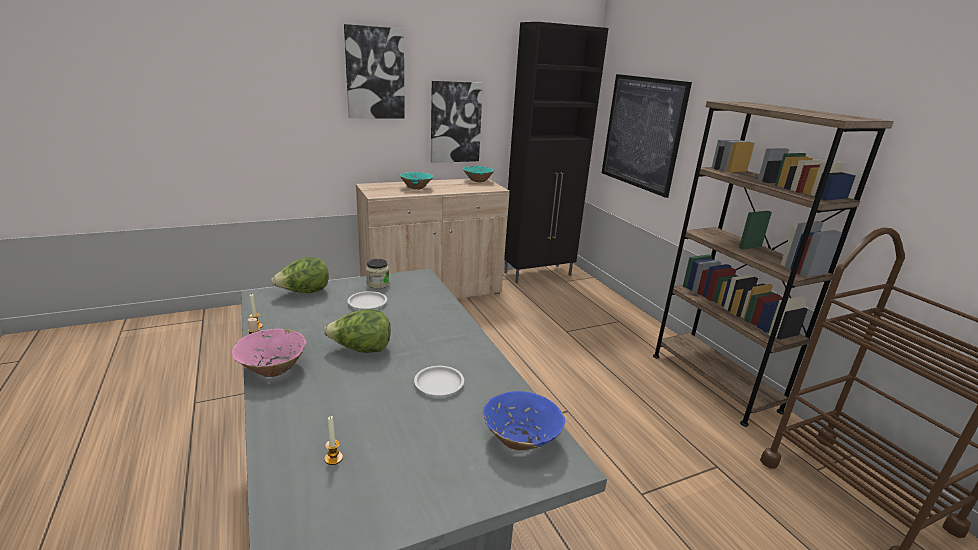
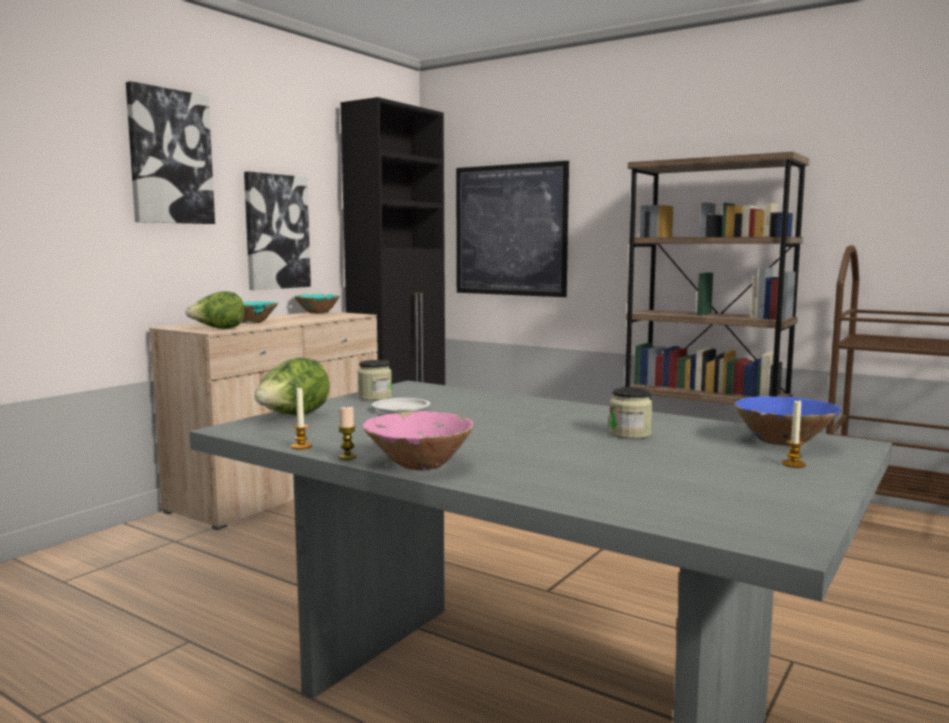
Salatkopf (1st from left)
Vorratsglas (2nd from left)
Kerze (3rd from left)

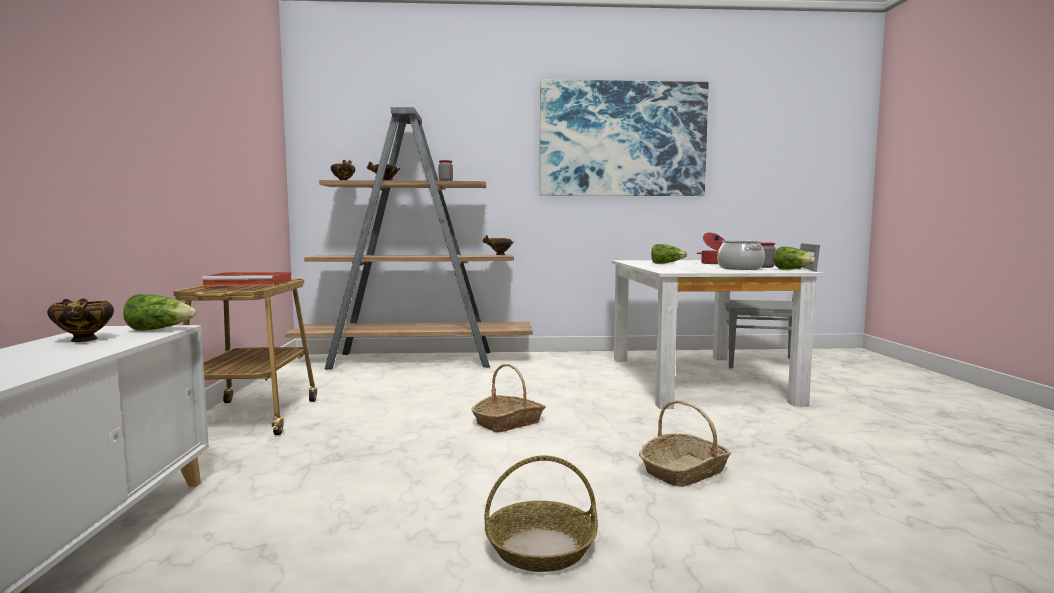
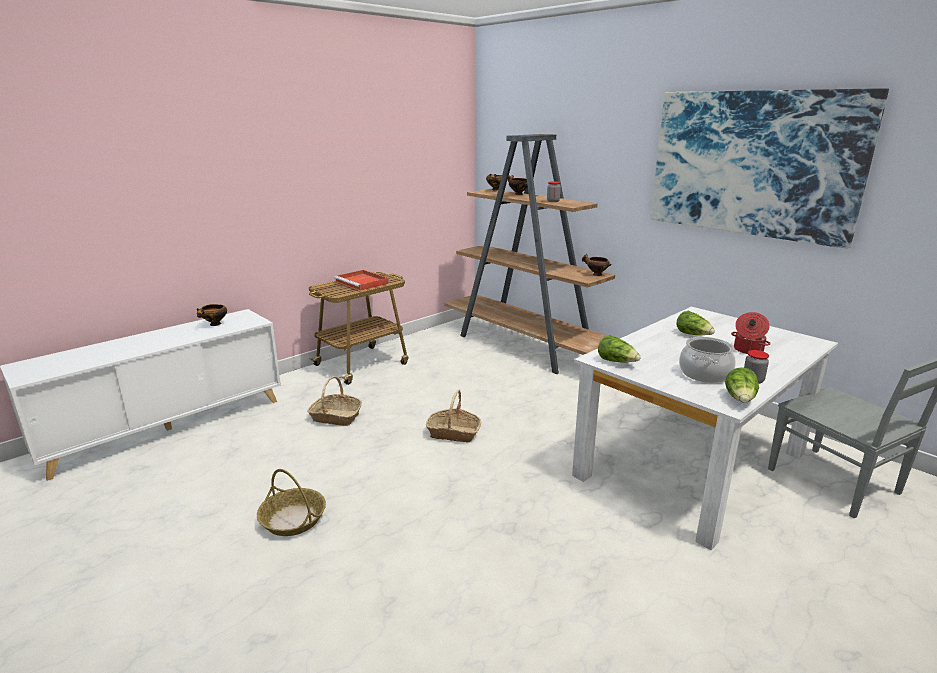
Korb (2nd from left)
Salatkopf (1st from left)

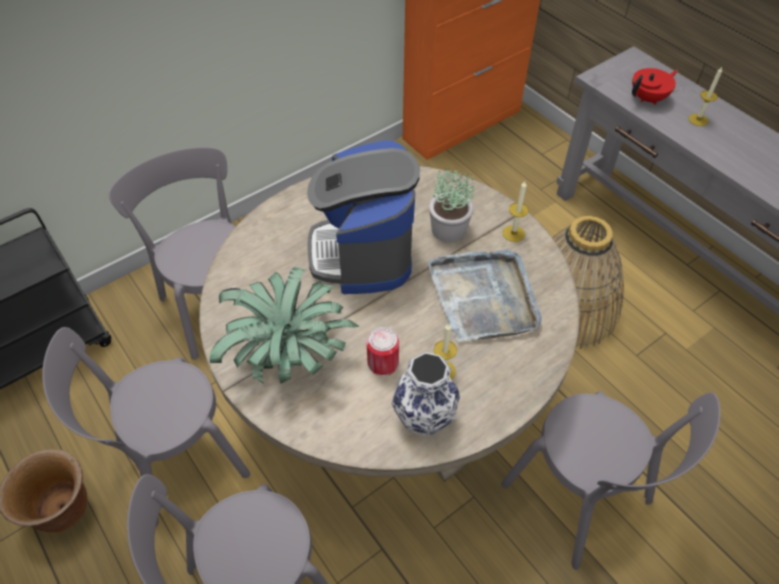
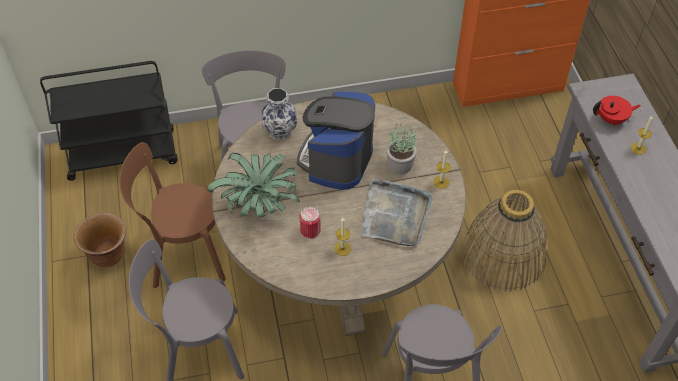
Stuhl (braun)
Vase

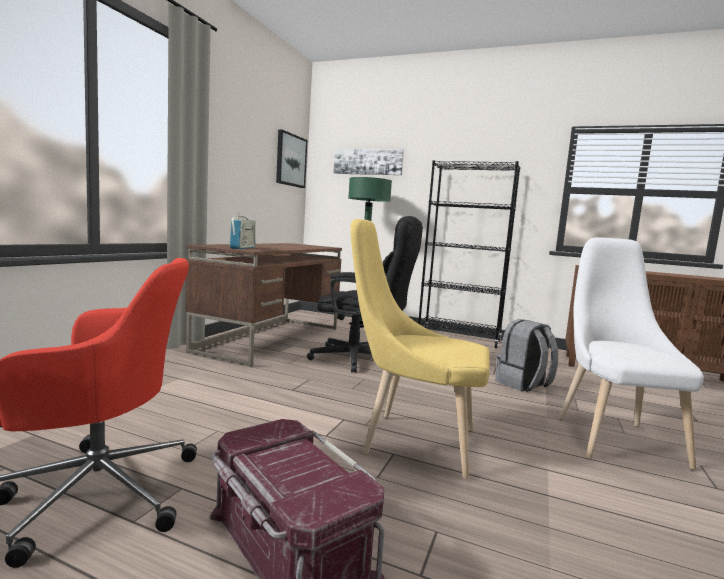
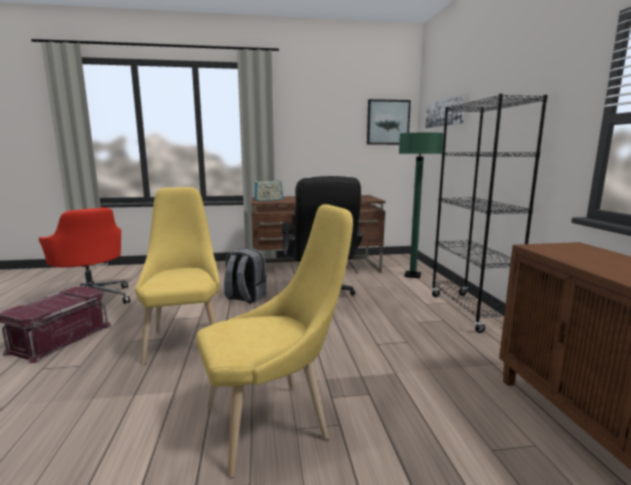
Stuhl (gelb) (2nd from left)
Rucksack (grau)

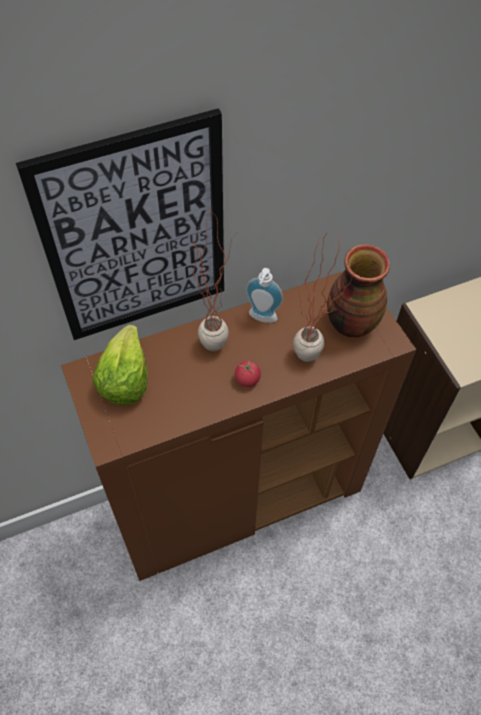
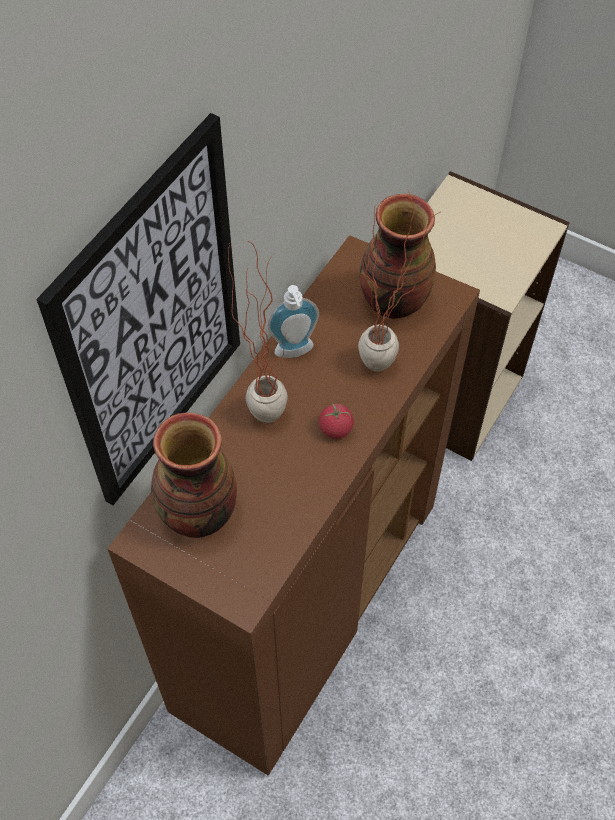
Vase (1st from left)

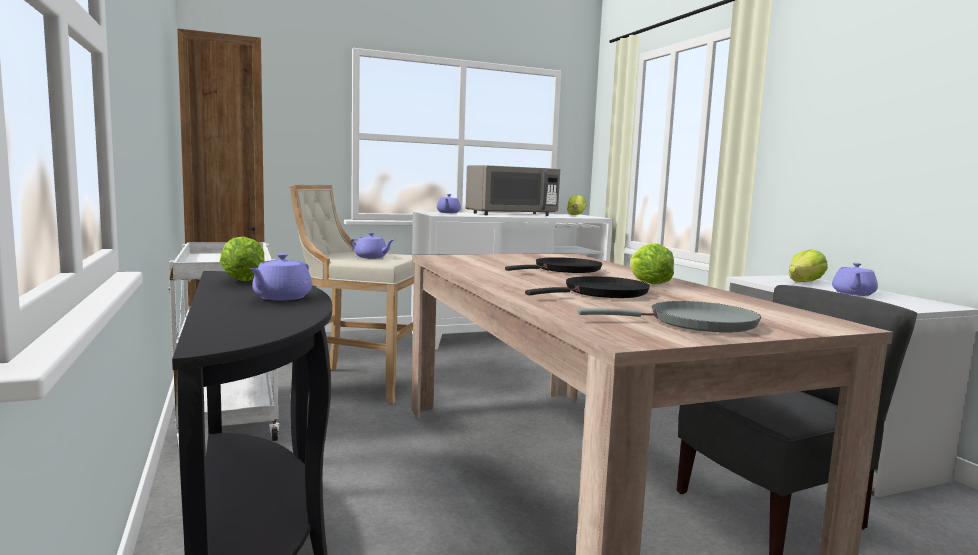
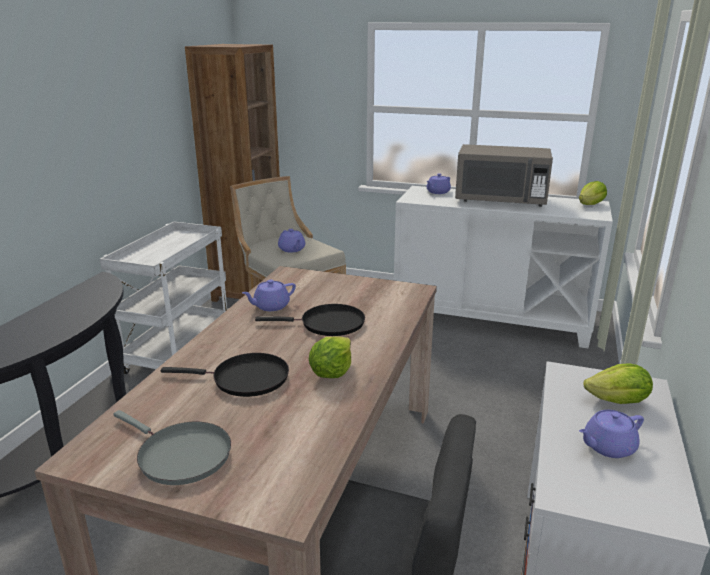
Teekanne (lila) (1st from left)
Salatkopf (1st from left in the first image)

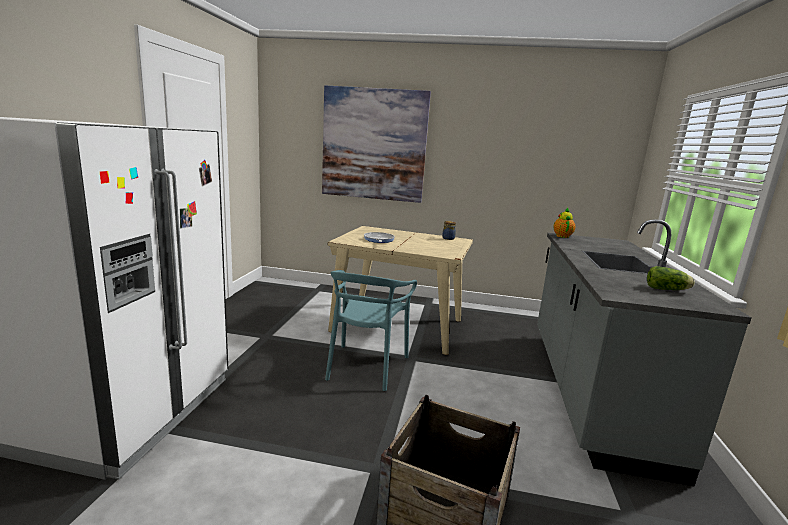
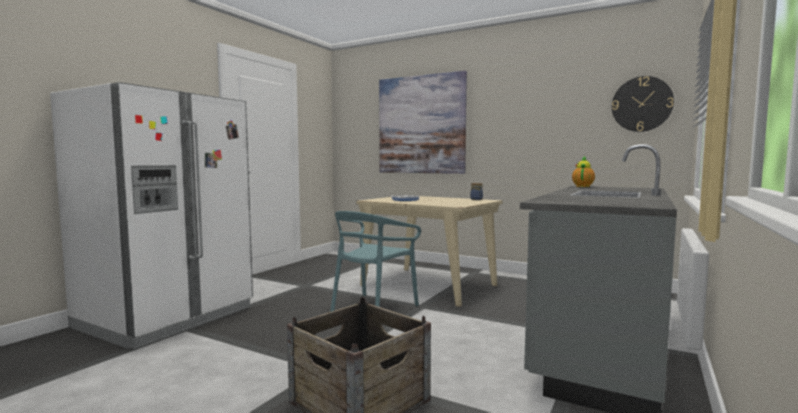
Wanduhr
Salatkopf

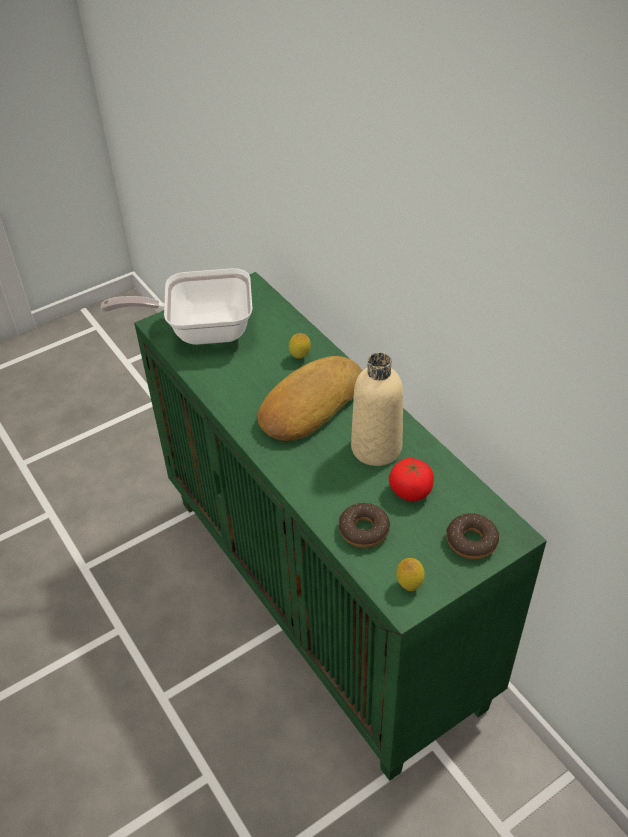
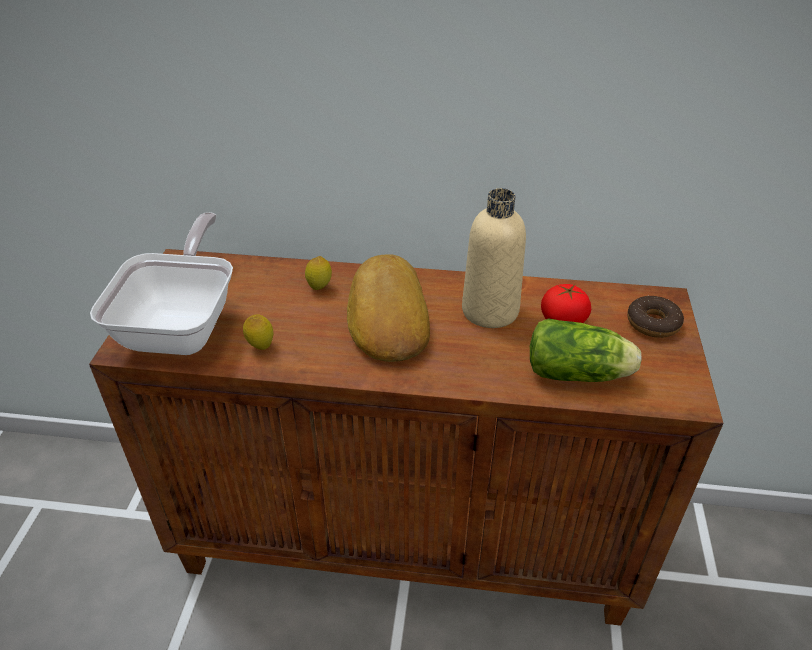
Schrank (braun)
Pfanne
Zitrone (1st from left)
Salatkopf

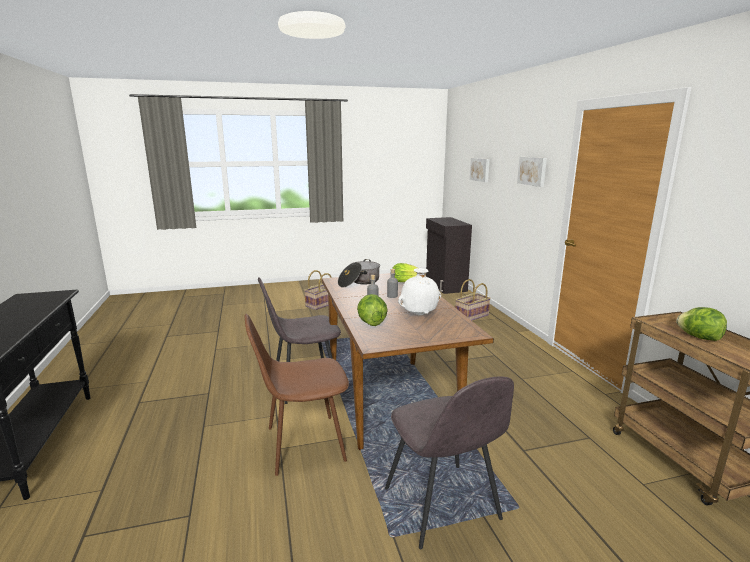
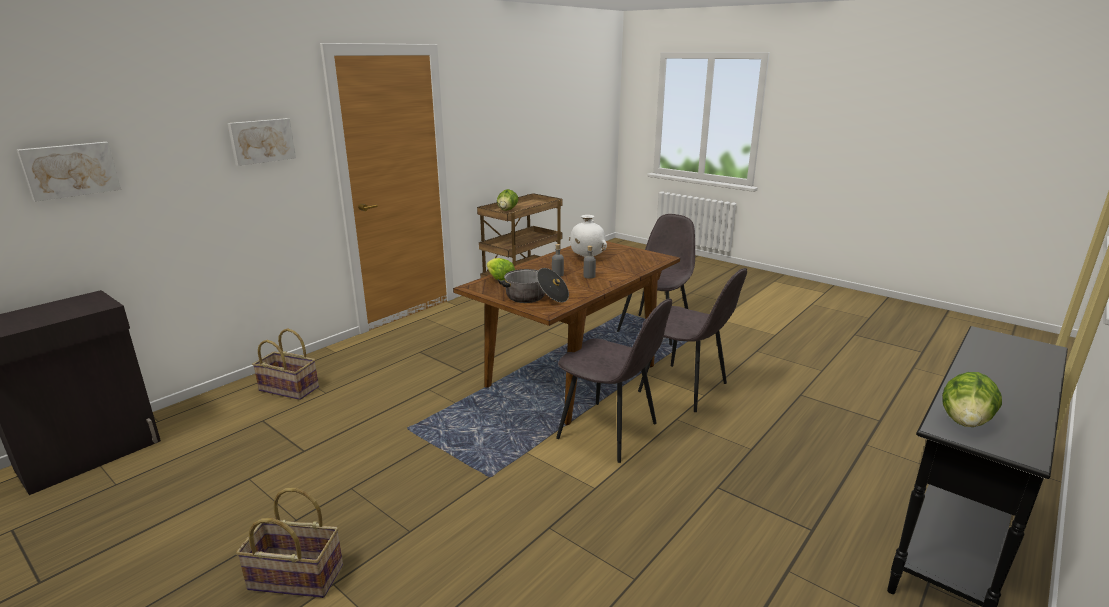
Stuhl (grau) (3rd from left)
Salatkopf (3rd from left)

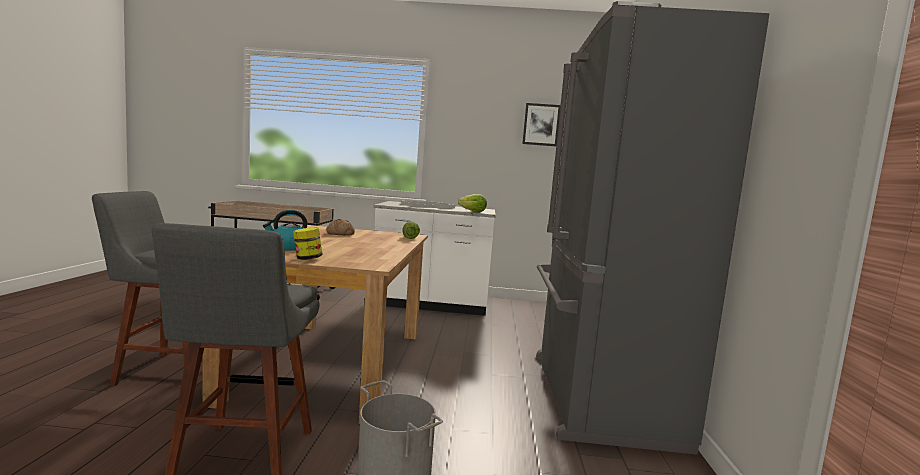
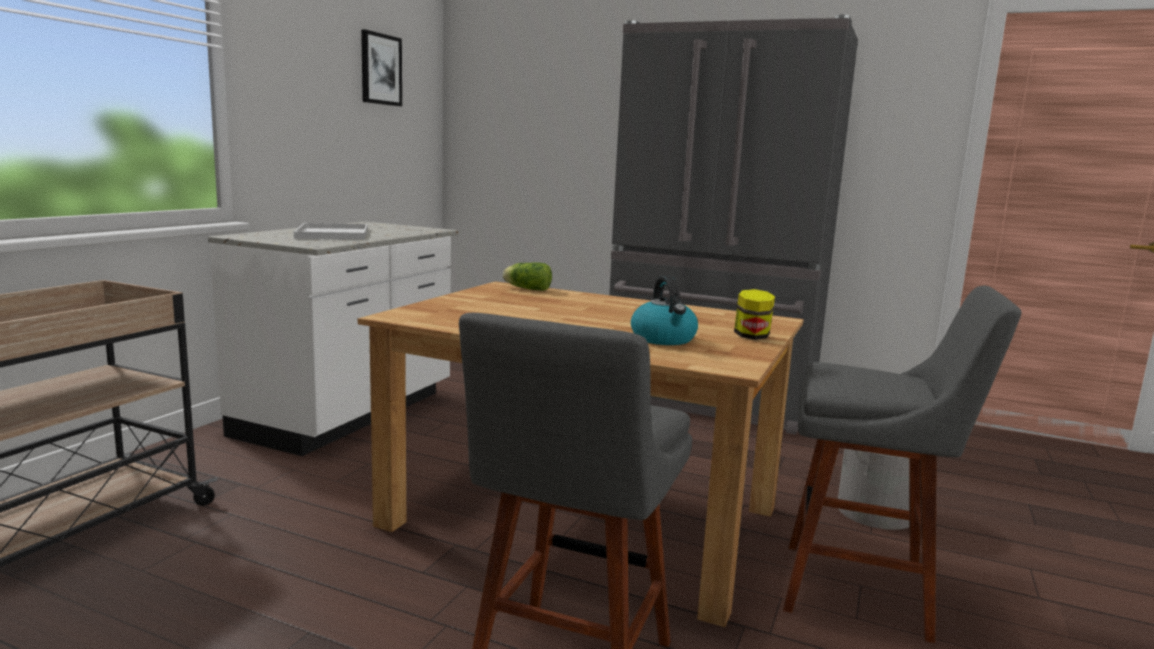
Brot
Salatkopf (2nd from left in the first image)

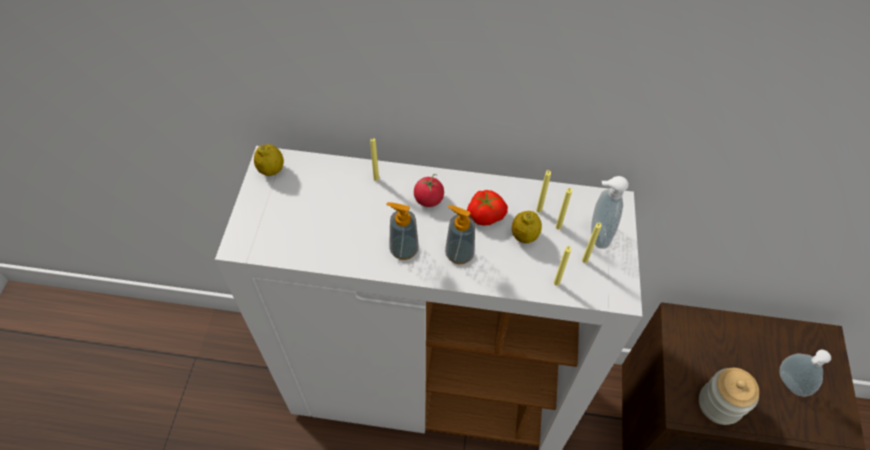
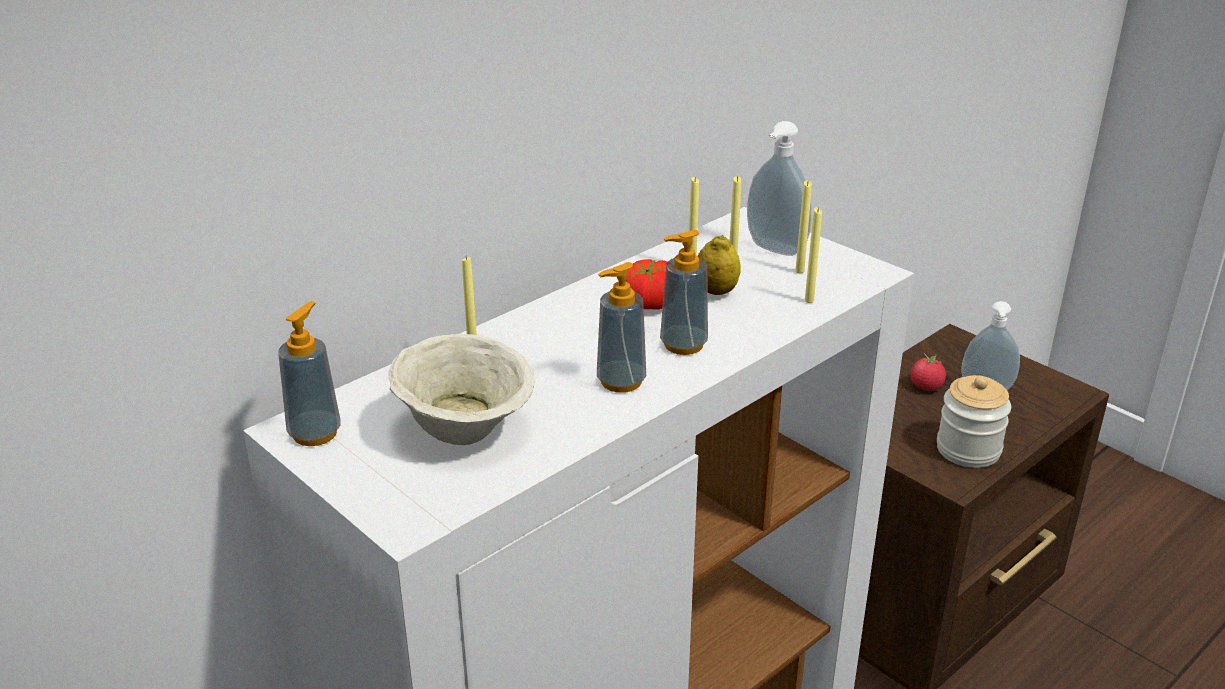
Seifenspender (1st from left)
Schüssel (beige)
Tomate (2nd from left)

